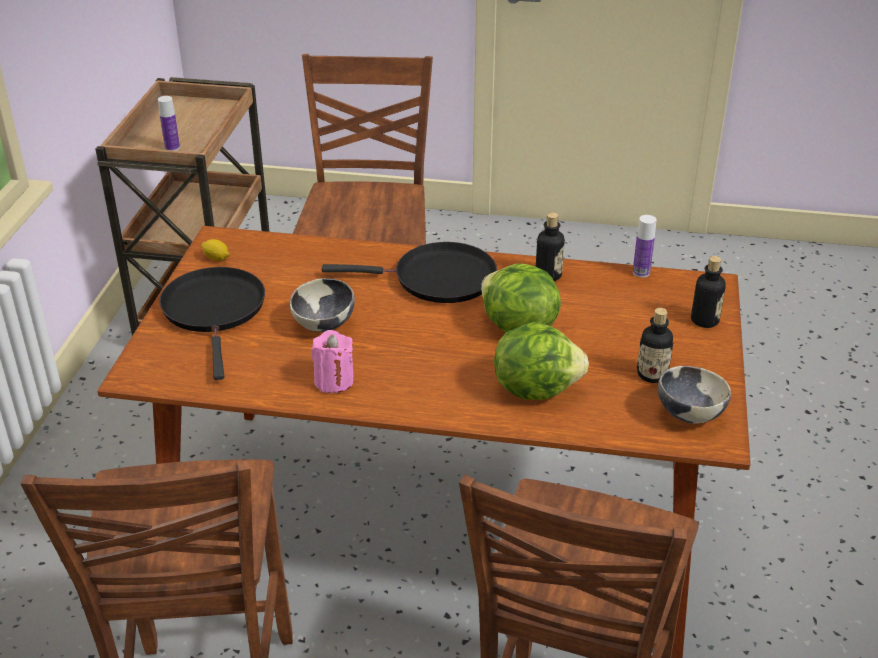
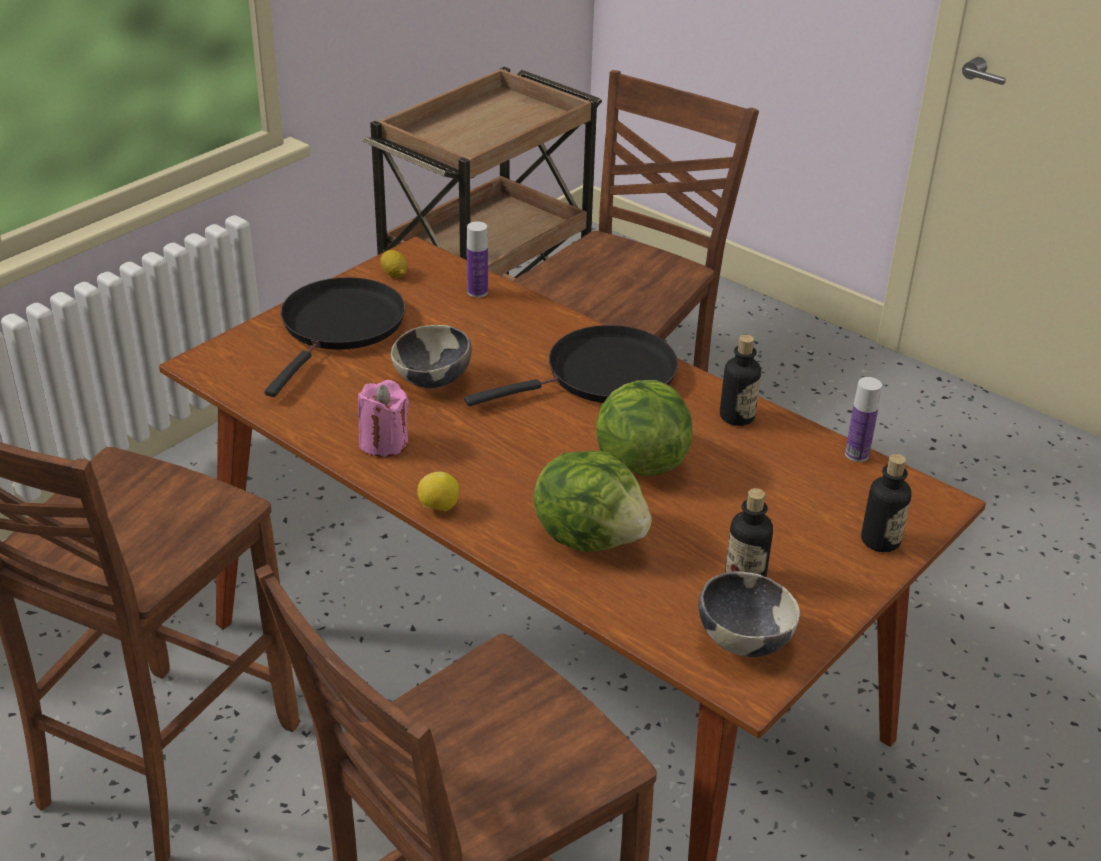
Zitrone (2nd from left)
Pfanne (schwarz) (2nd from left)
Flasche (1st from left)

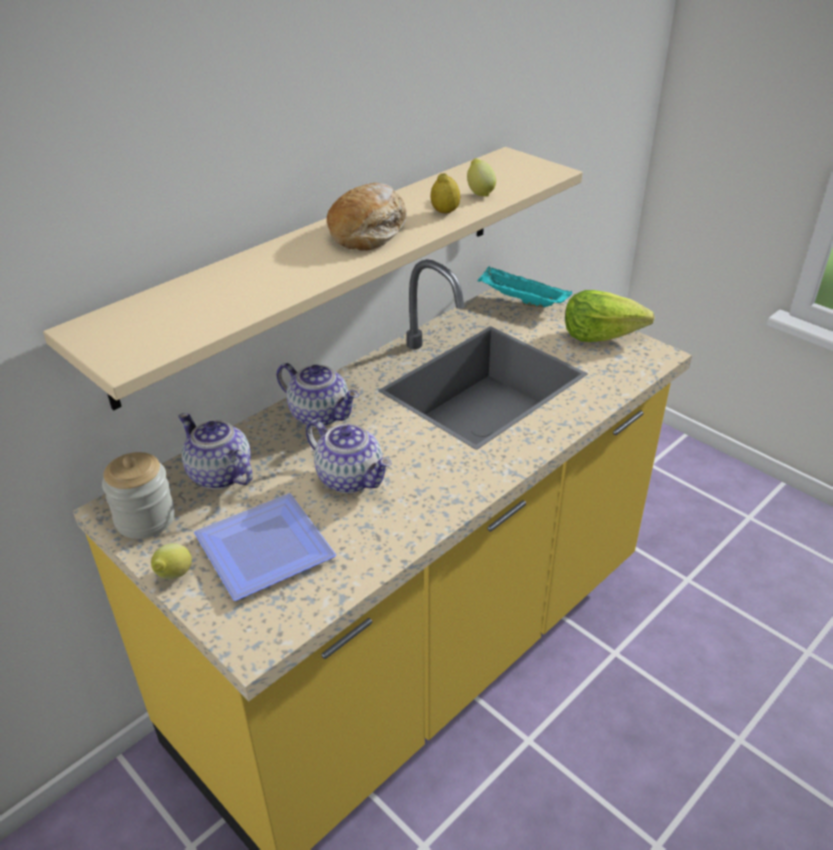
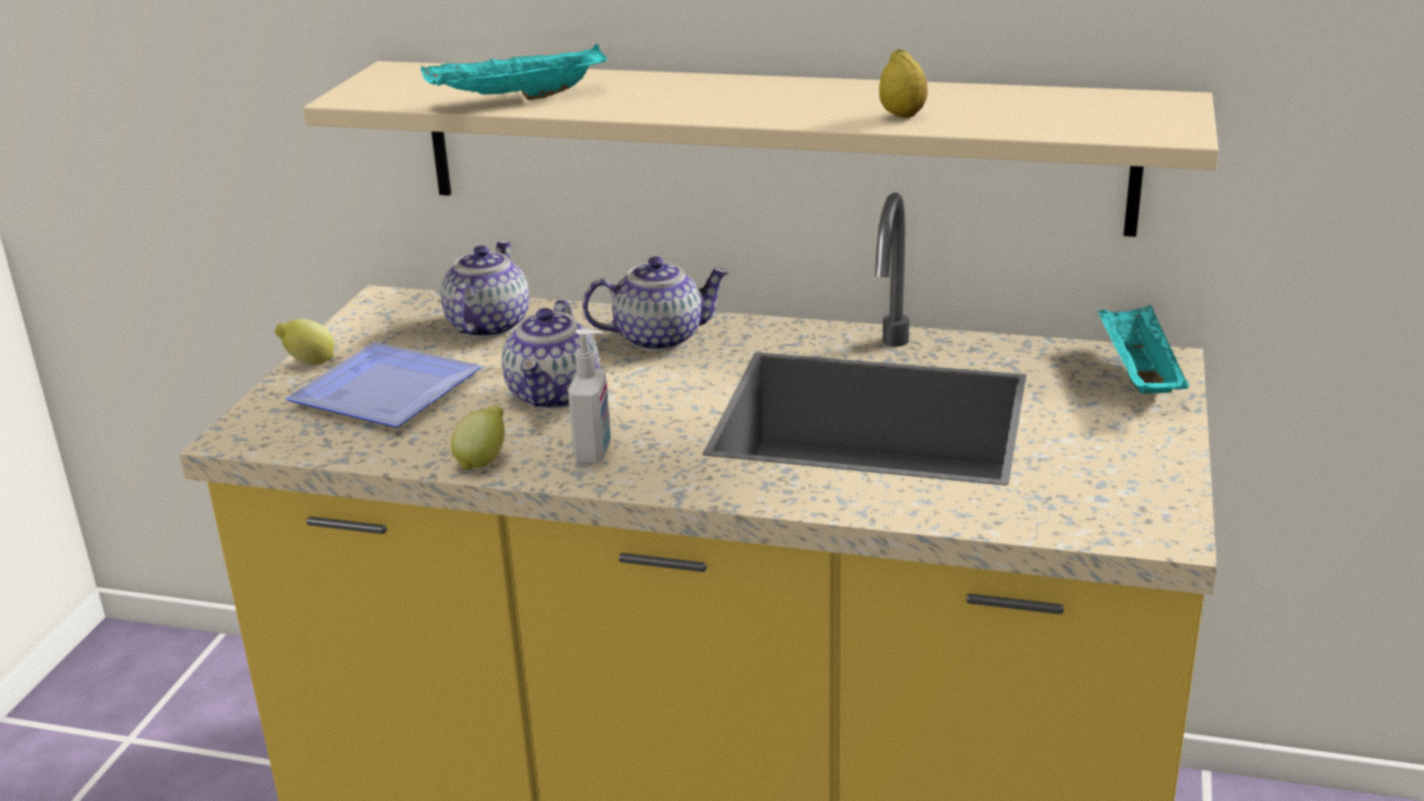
Tablett (türkis) (1st from left)
Zitrone (2nd from left)
Seifenspender
Teekanne (3rd from left)
Vorratsglas
Brot
Salatkopf

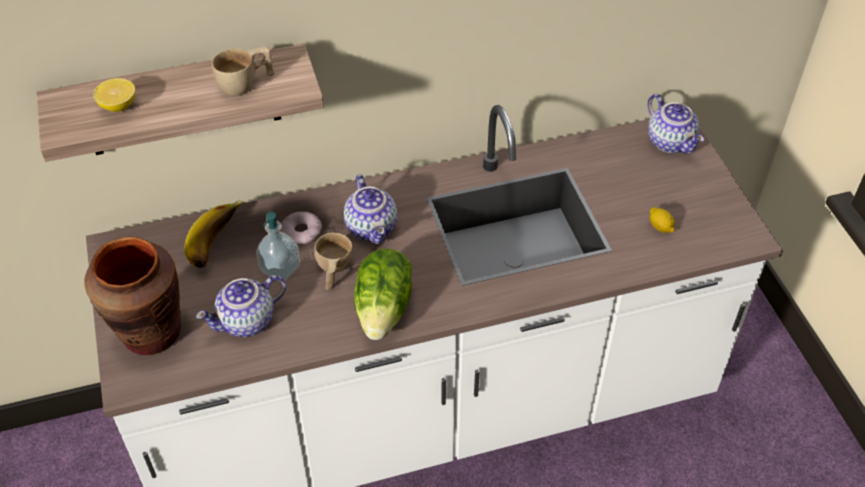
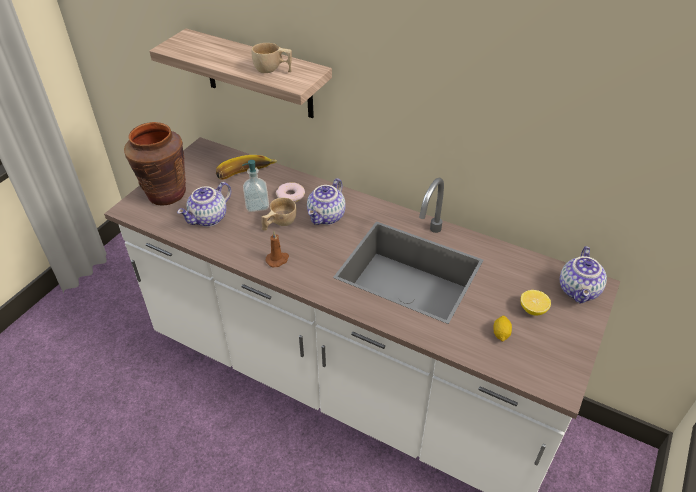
Teekanne (1st from left)
Kerze (braun)
Zitrone (2nd from left)

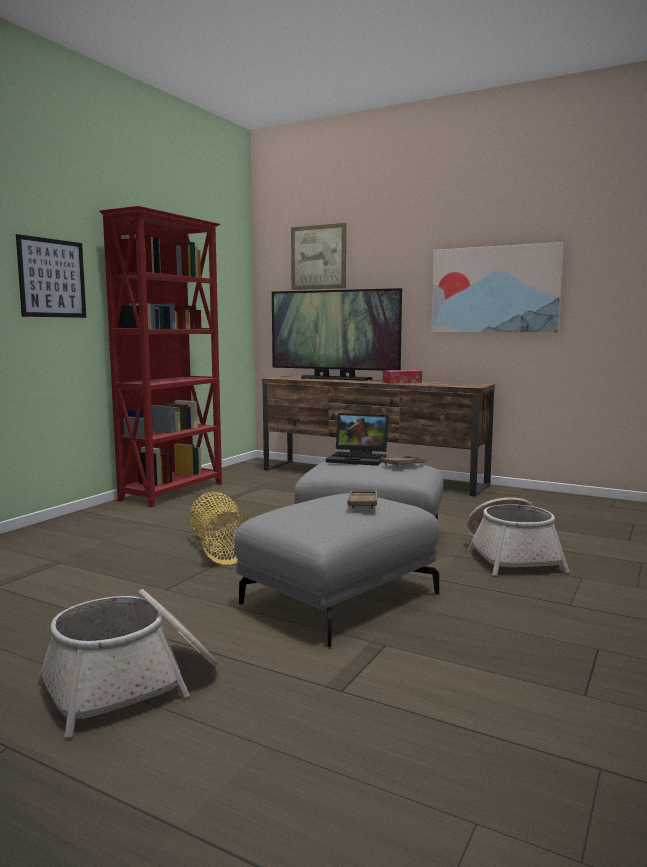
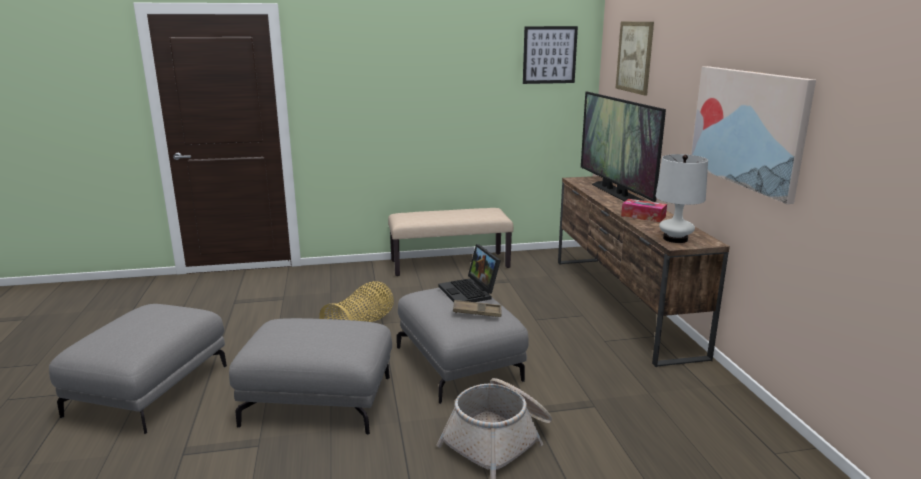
Polsterhocker (grau) (1st from left)
Bank (beige)
Bild (1st from left)
Tischlampe (weiß)
Tablett (braun) (1st from left in the first image)

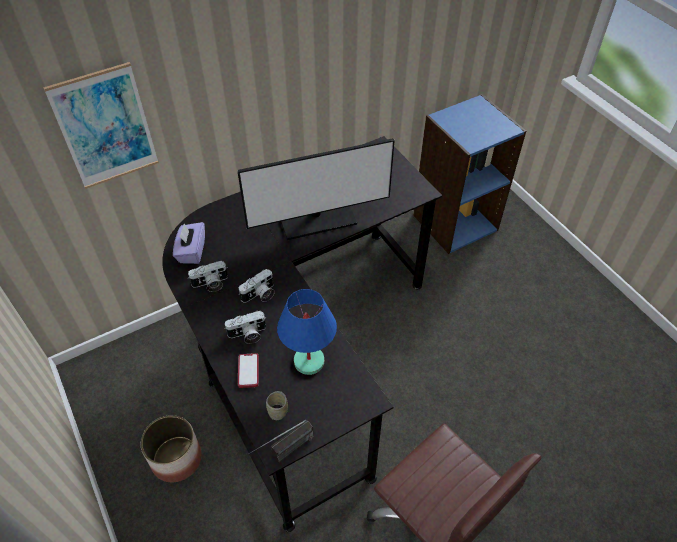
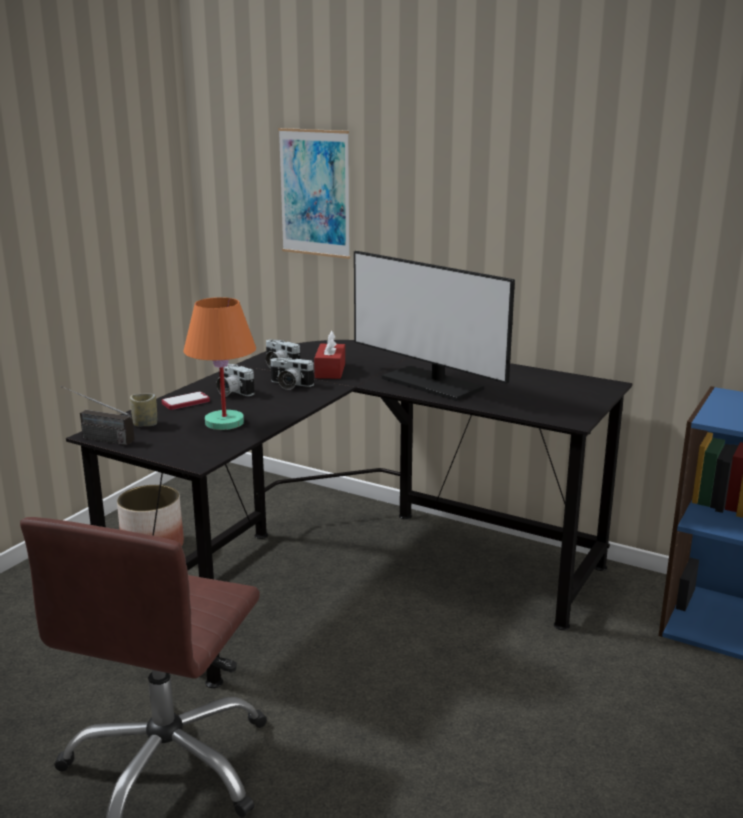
Tischlampe (orange)
Taschentuchbox (rot)
Taschentuchbox (lila)

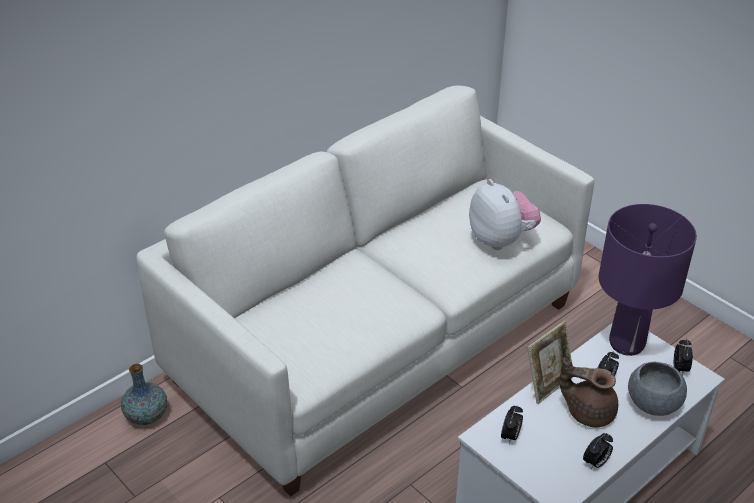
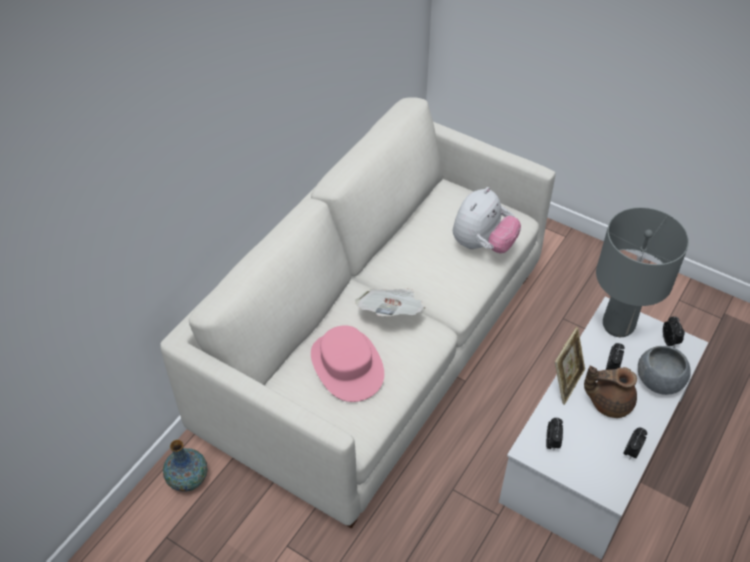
Hut (rosa)
Zeitung
Plüschtier
Tischlampe (grau)

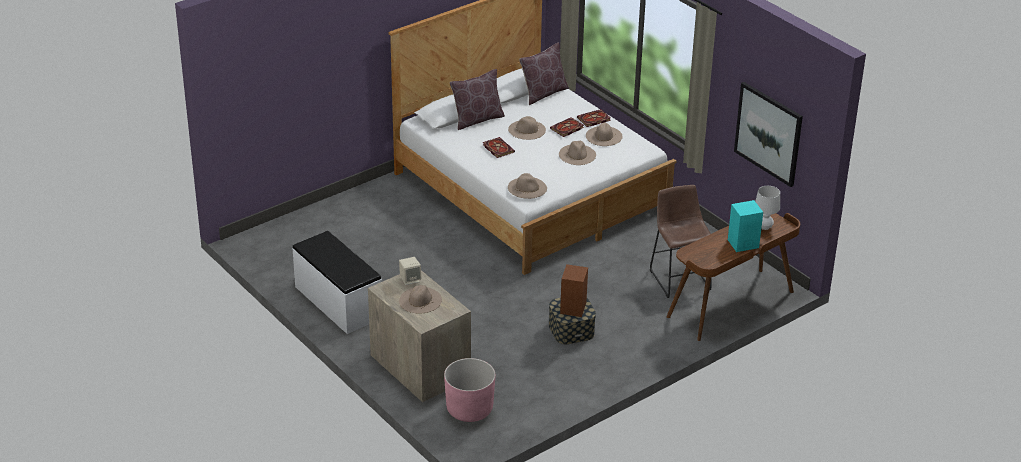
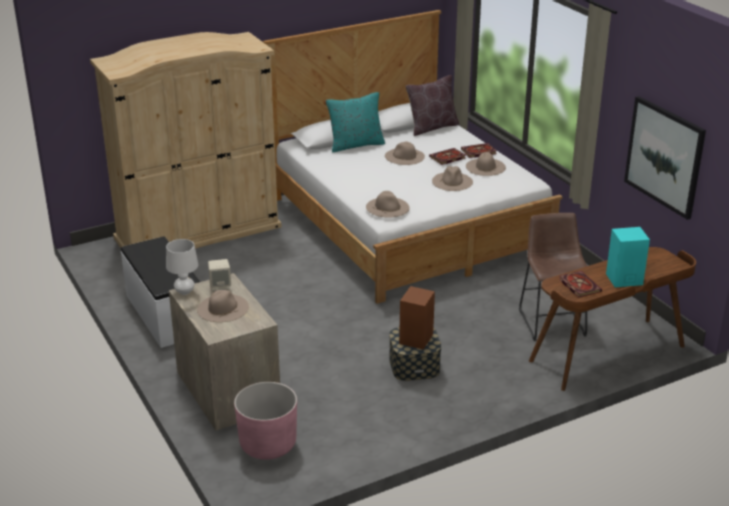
Kleiderschrank (beige)
Tischlampe (weiß)
Kissen (türkis)
Buch (3rd from left)

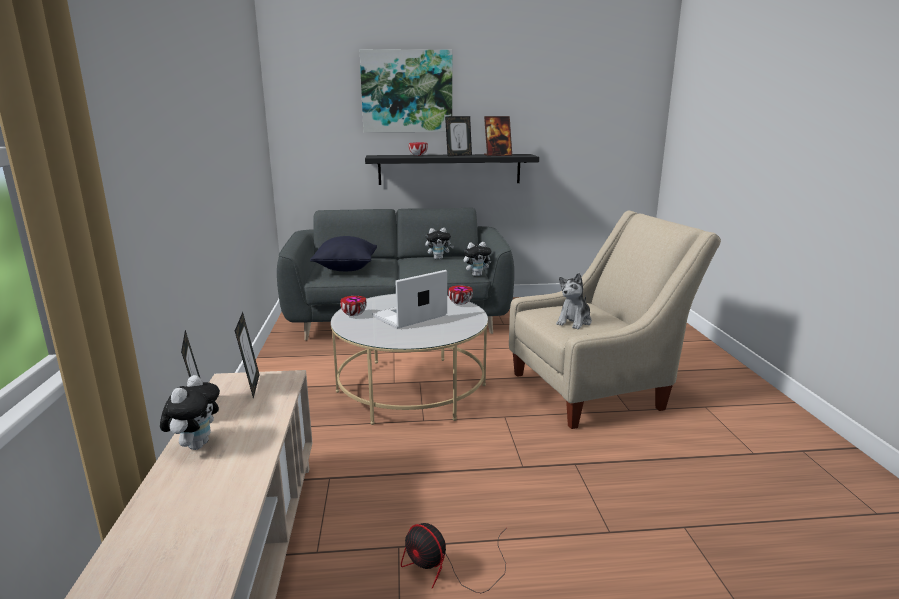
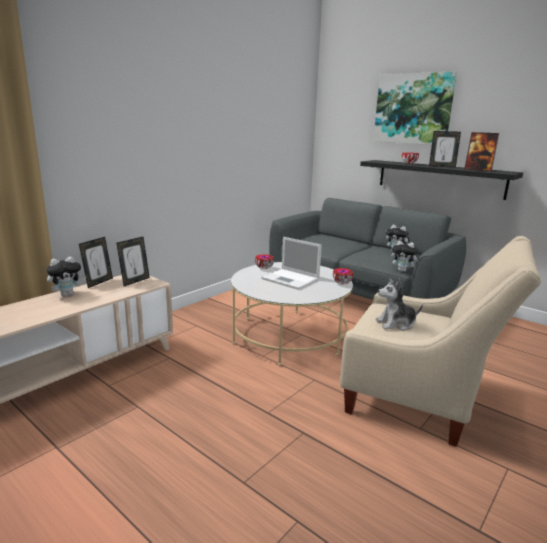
Laptop
Kissen (schwarz)
Ventilator

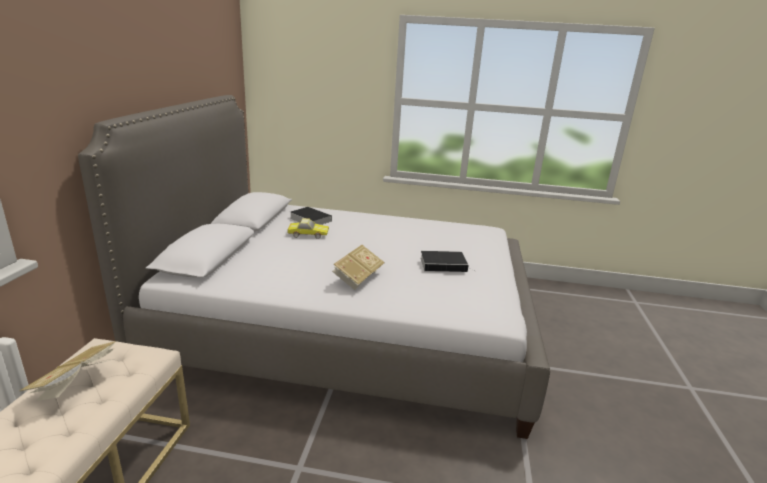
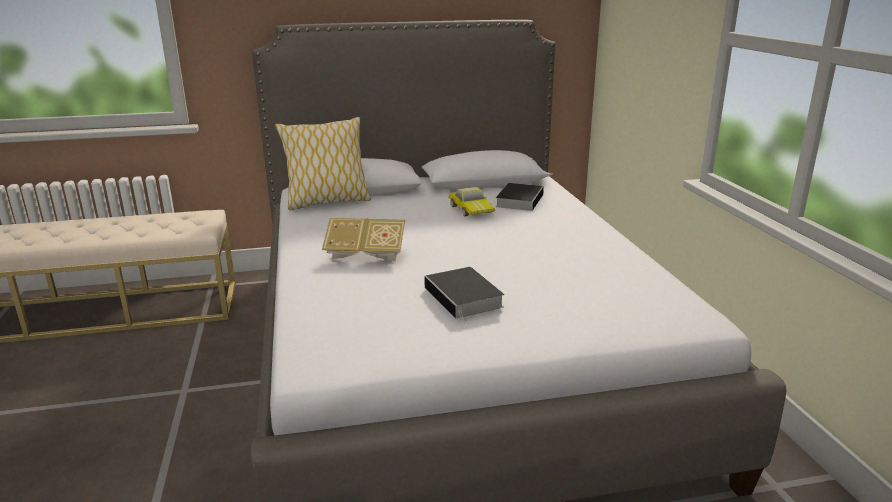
Kissen
Buch (1st from left in the first image)

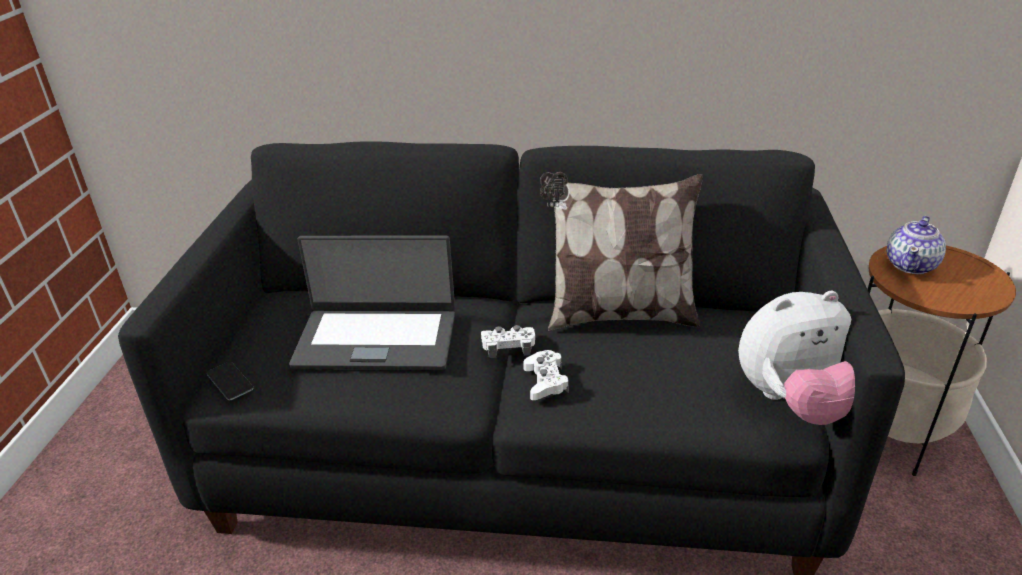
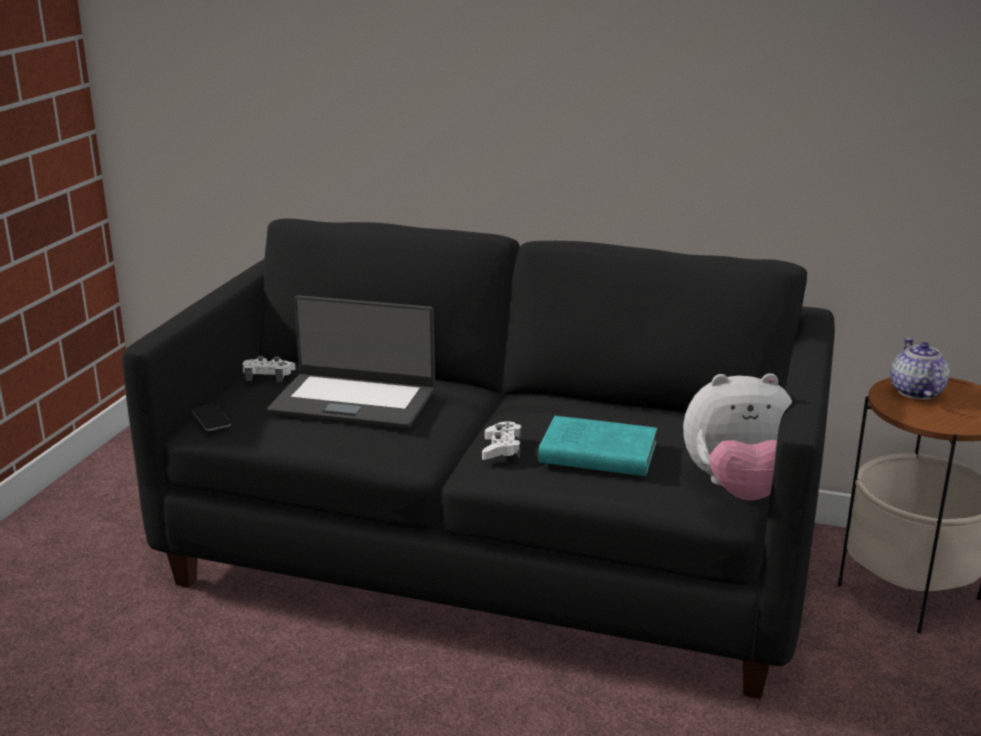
Gamepad (weiß) (1st from left)
Buch (türkis)
Teekanne
Kissen

